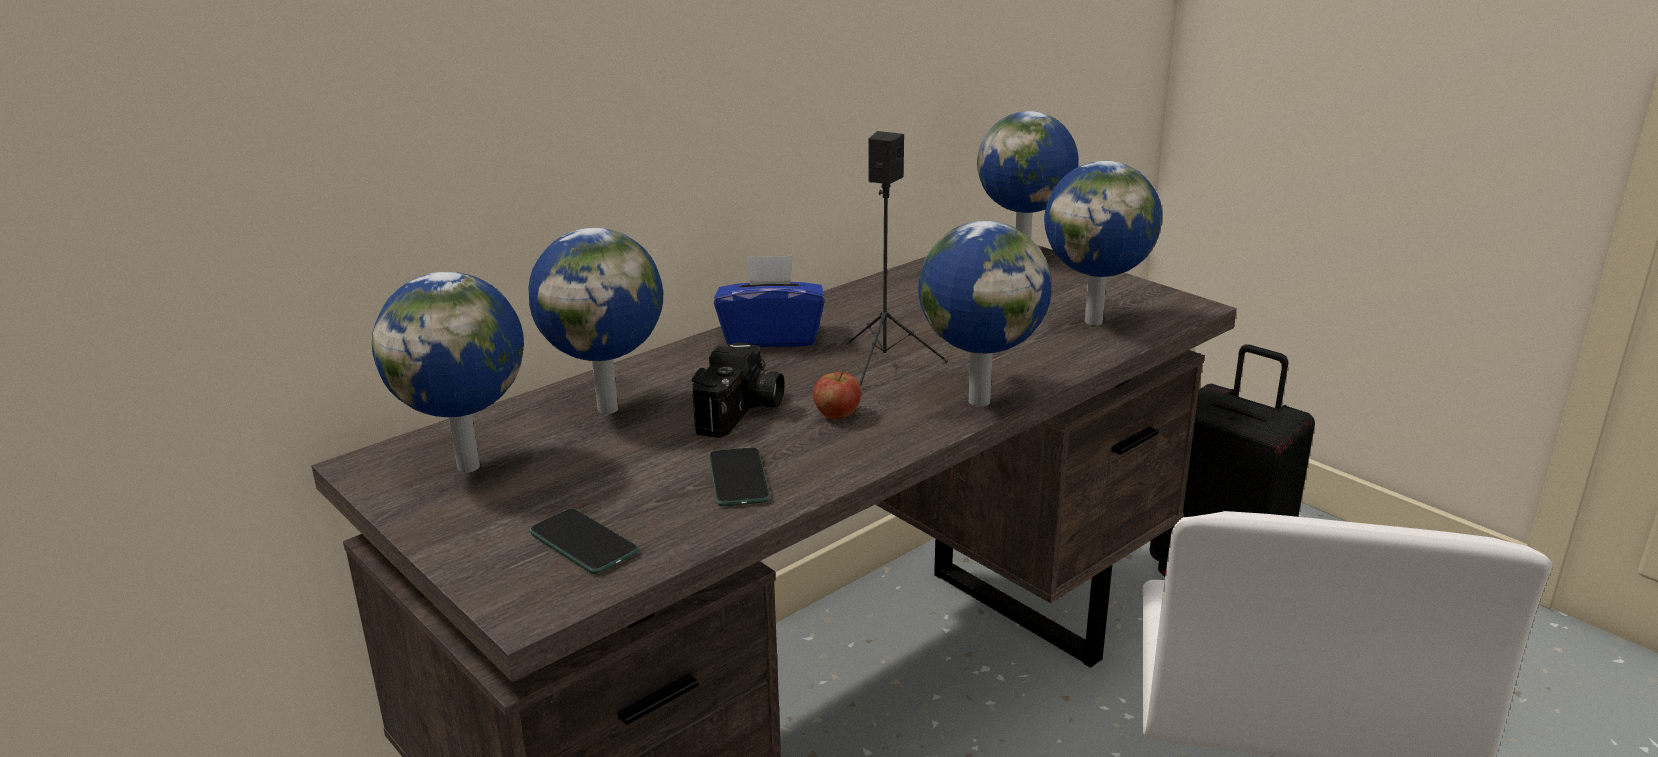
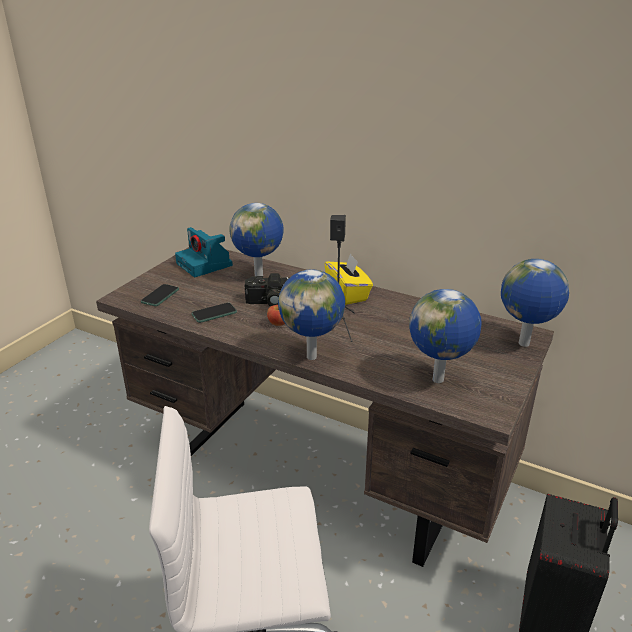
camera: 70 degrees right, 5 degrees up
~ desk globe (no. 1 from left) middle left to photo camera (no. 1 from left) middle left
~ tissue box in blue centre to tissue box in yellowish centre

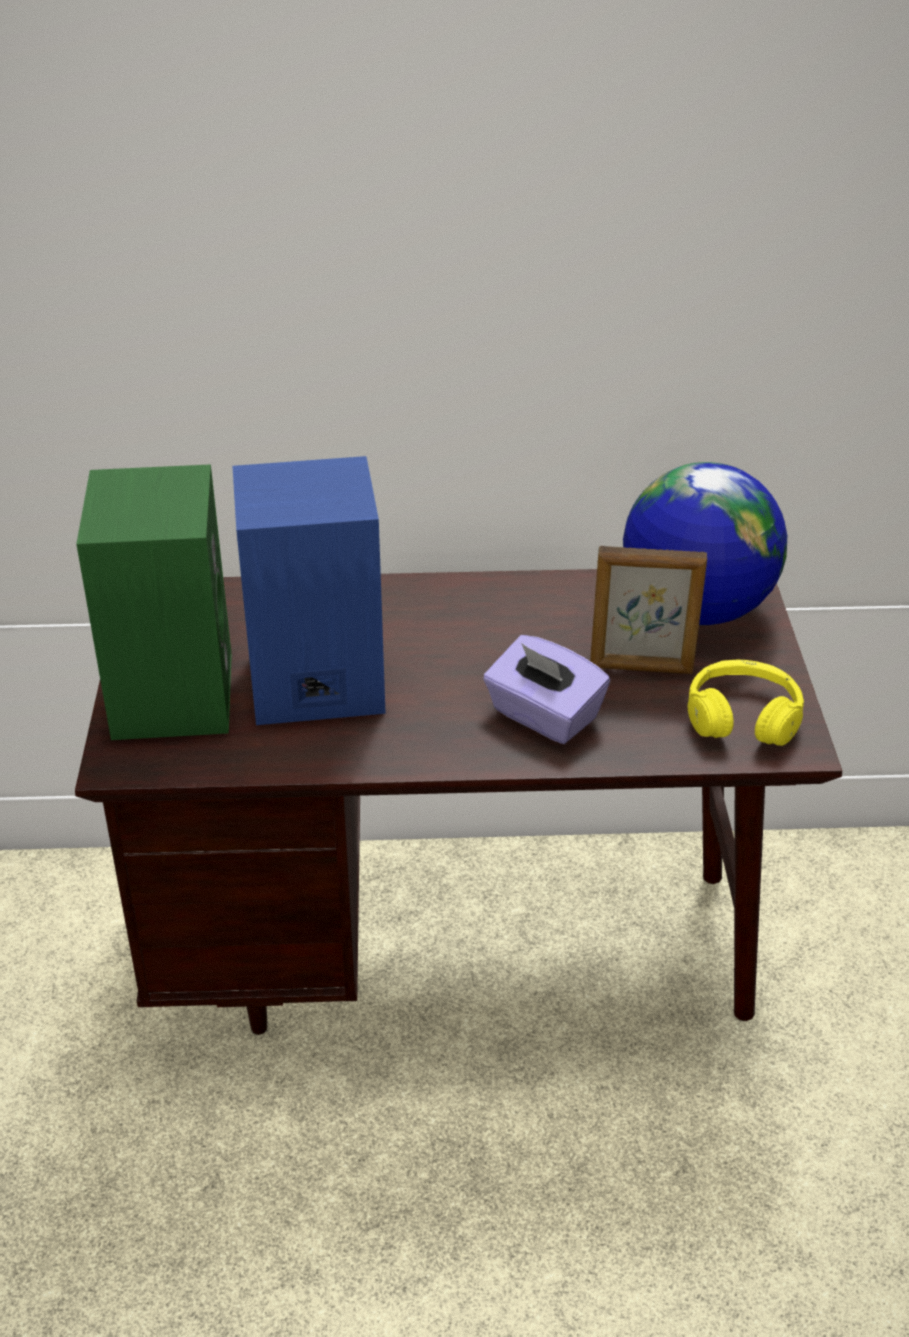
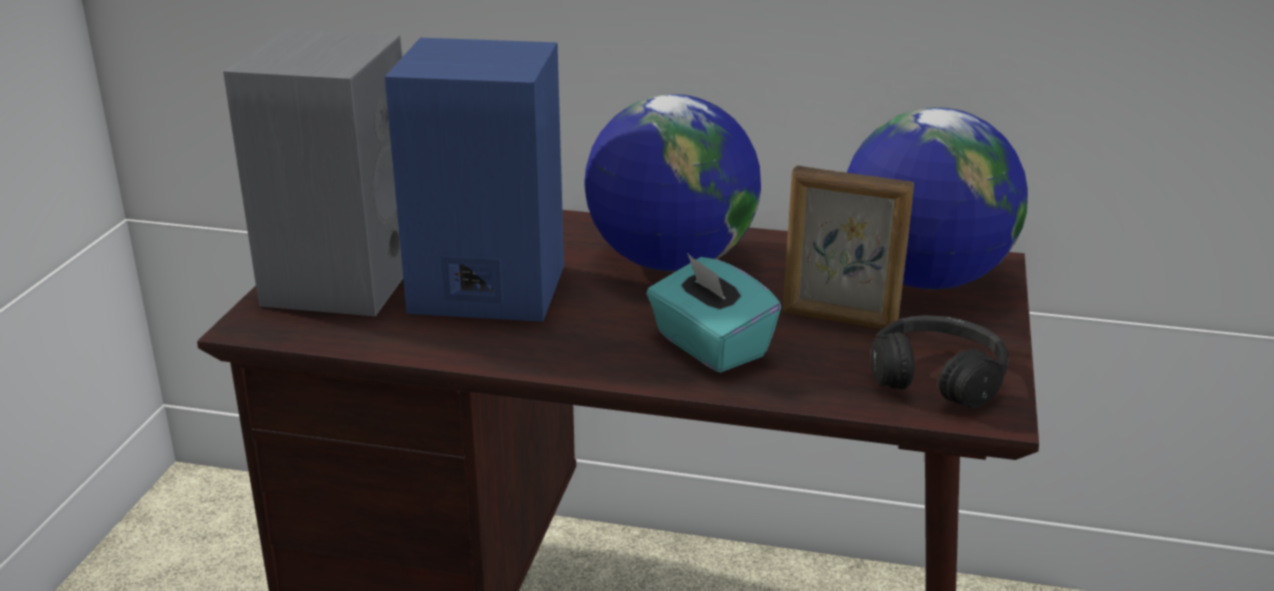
camera: 15 degrees right, 10 degrees down
~ loudspeaker in green-coloured middle left to loudspeaker in grey top left
~ tissue box in purple-coloured centre to tissue box in blue-green centre
~ headphones in yellowish middle right to headphones in black middle right
+ desk globe (no. 1 from left) top centre

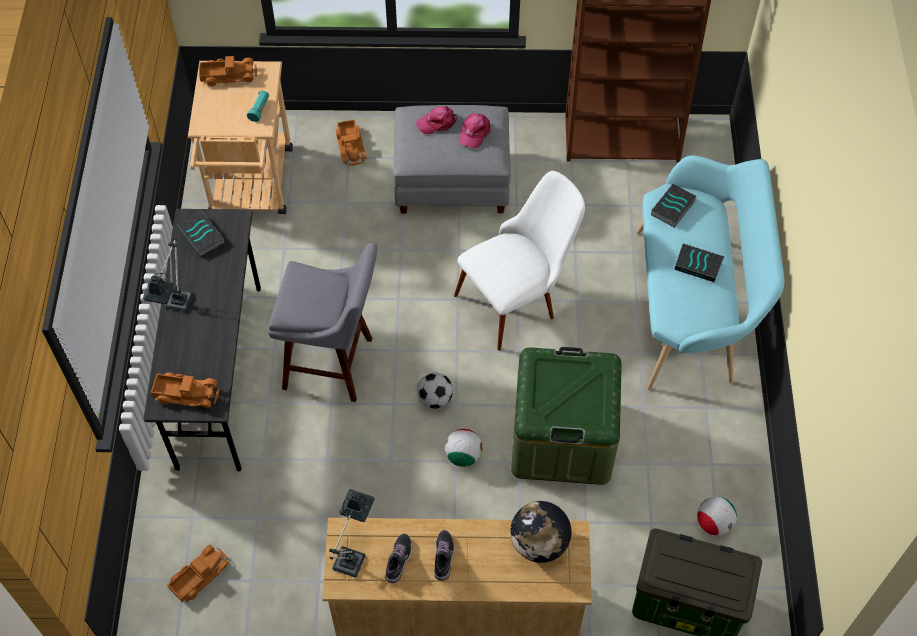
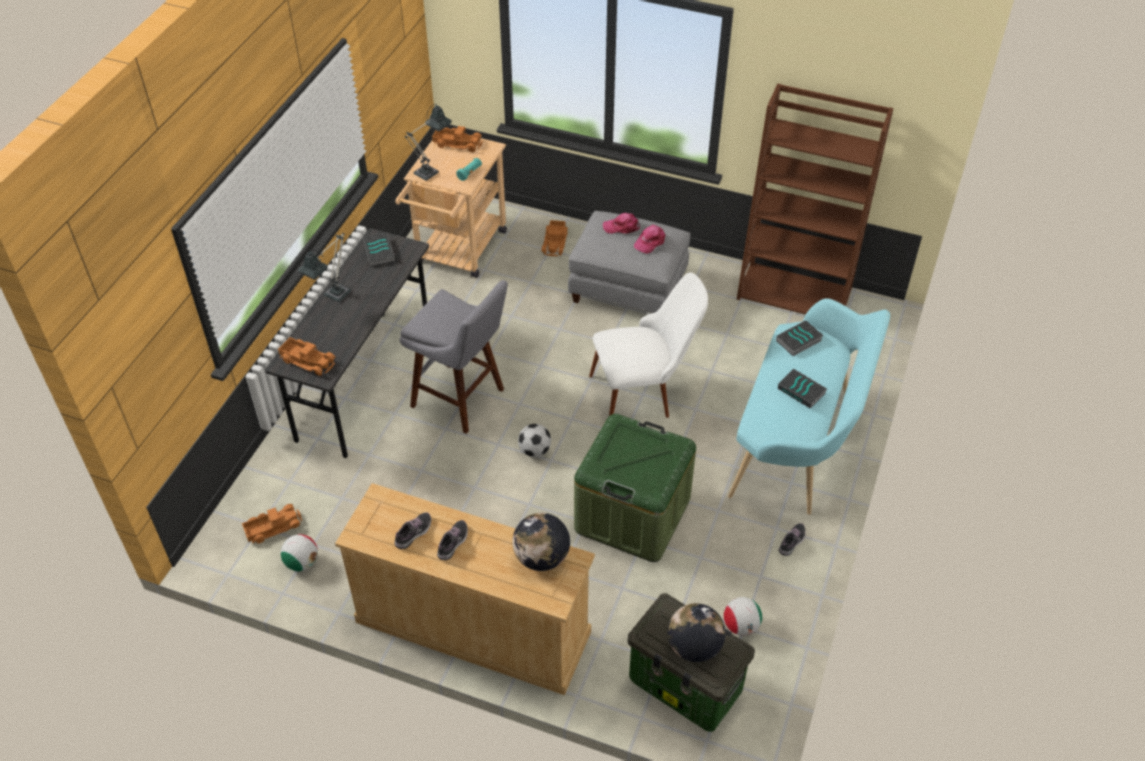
camera: 20 degrees right, 10 degrees down
~ lamp for a table (no. 2 from left) bottom centre to top centre
~ ball for football (no. 2 from left in the first image) bottom centre to ball for football (no. 1 from left) bottom left
+ desk globe (no. 2 from left) bottom centre
+ item of footwear (no. 3 from left) bottom right

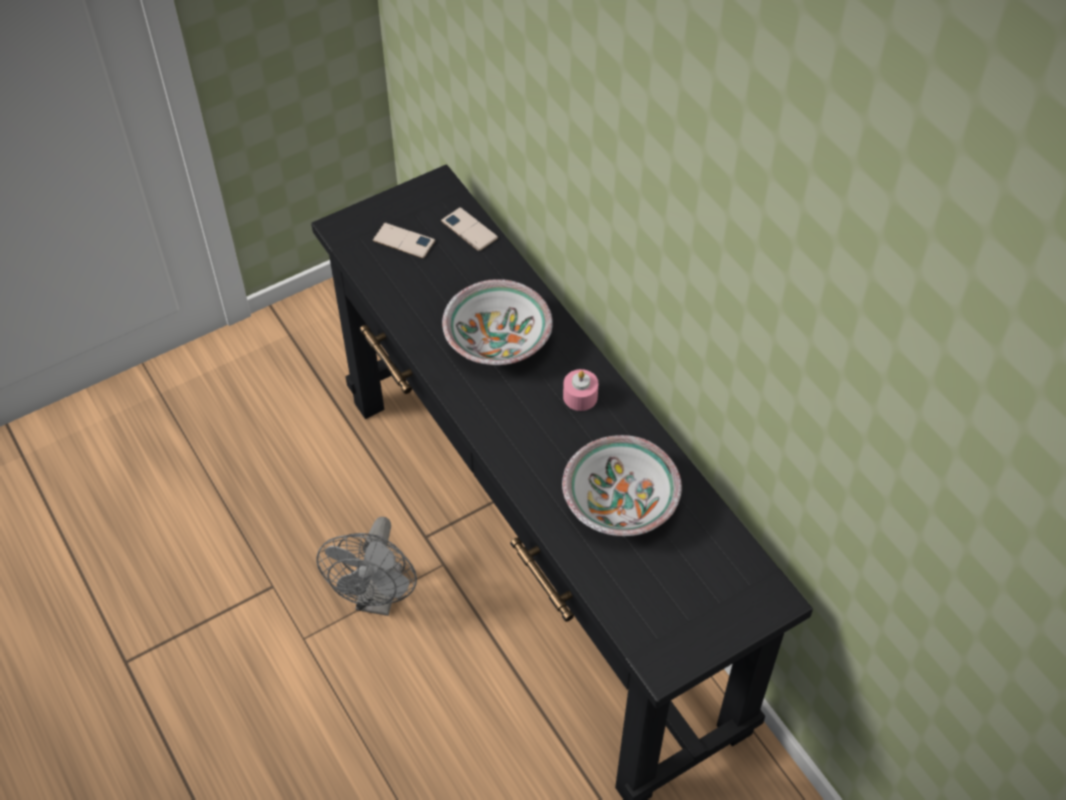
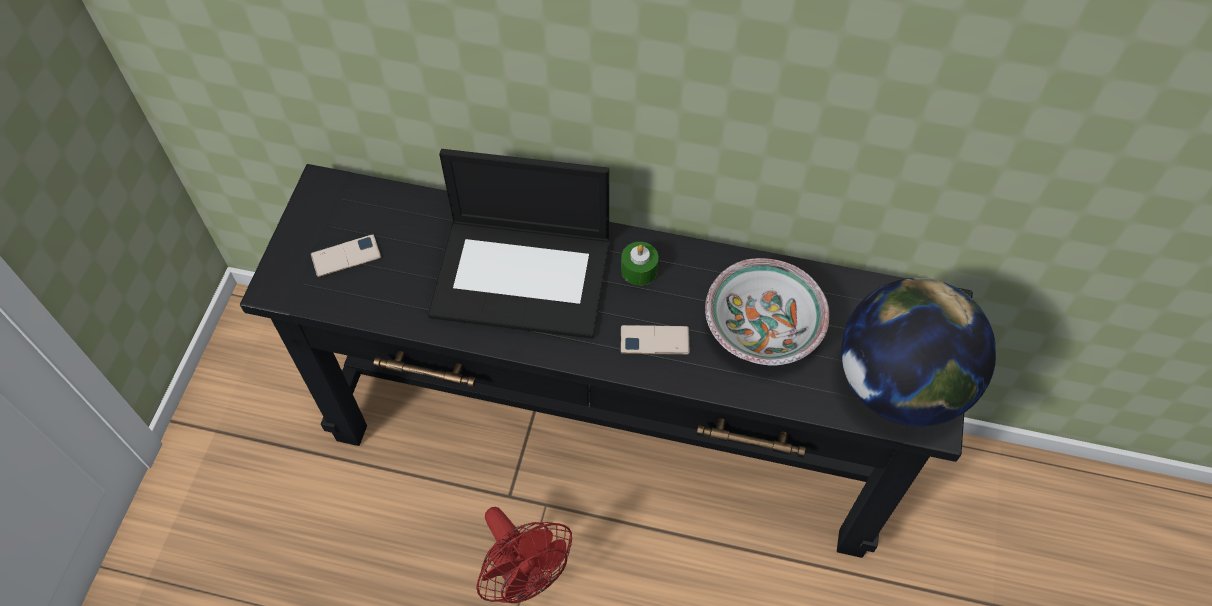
camera: 45 degrees left, 5 degrees up
~ electric fan in grey bottom centre to electric fan in red bottom centre
~ telephone (no. 2 from left) top centre to centre
~ serving bowl (no. 1 from left) centre to portable computer centre
~ wax light in pink centre to wax light in green-coloured centre
+ desk globe middle right

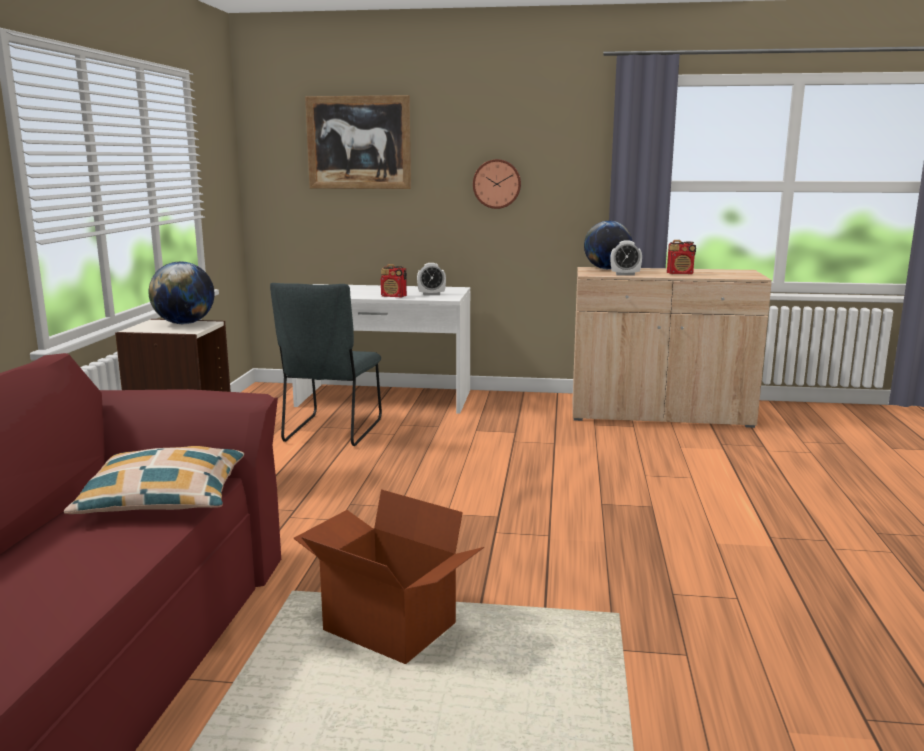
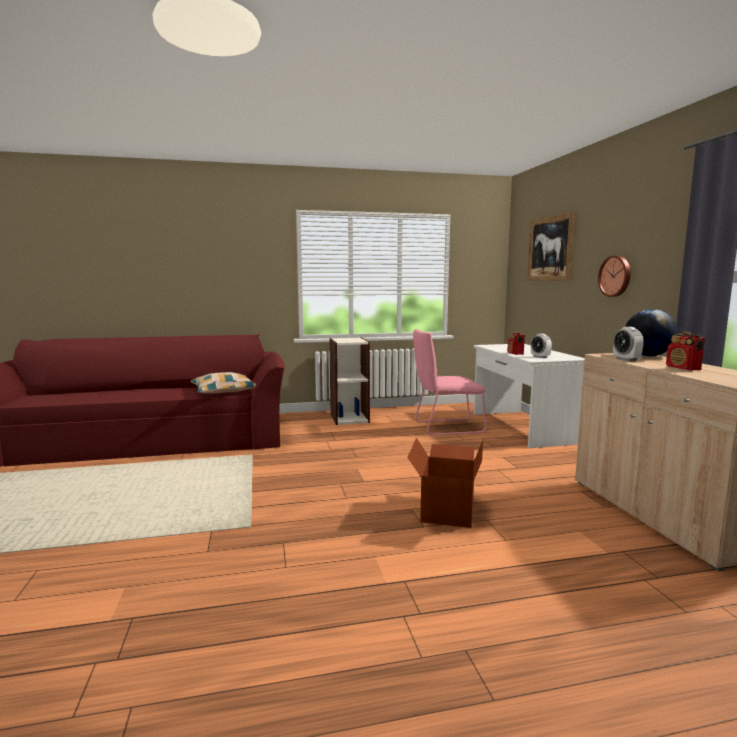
camera: 70 degrees right, 5 degrees down
- desk globe (no. 1 from left) middle left
~ plain chair in grey centre to plain chair in pink centre
~ carton bottom centre to centre

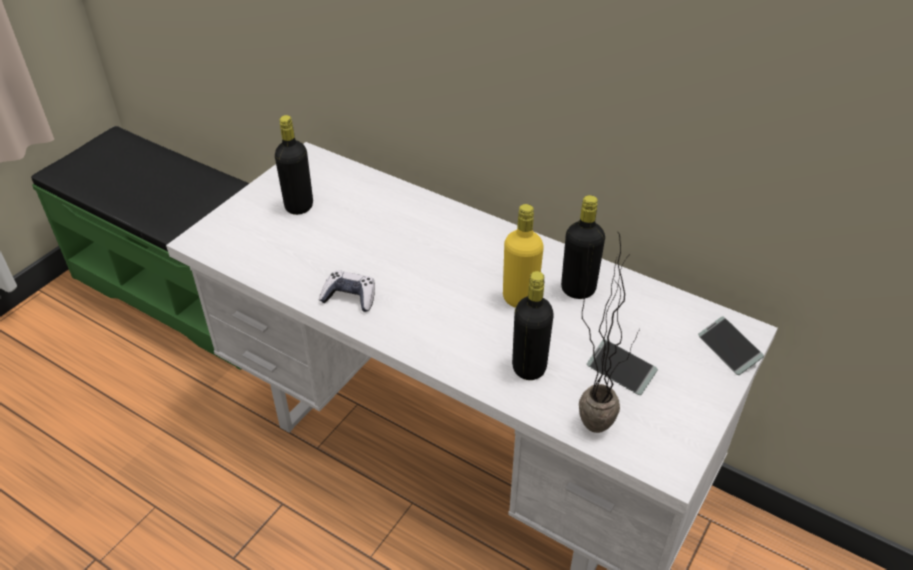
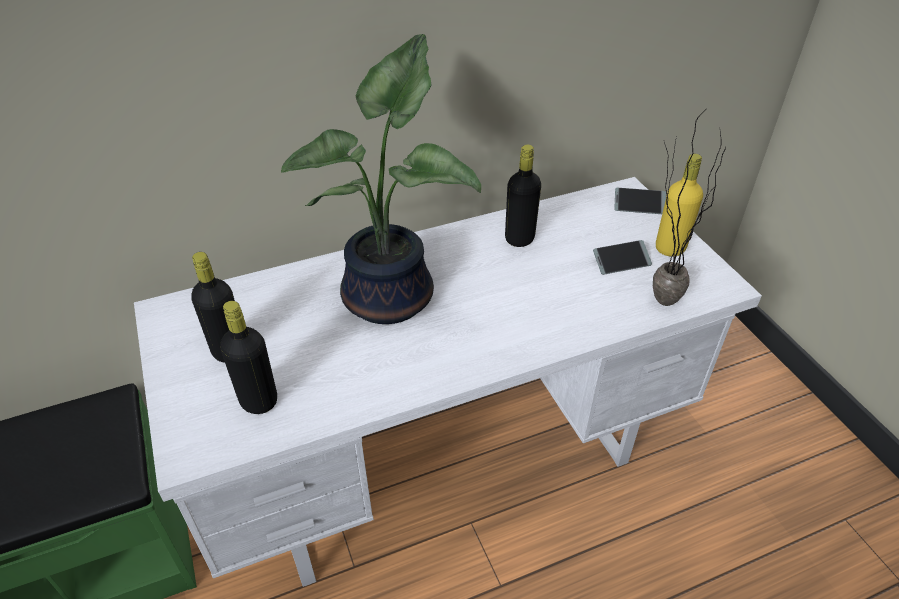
camera: 55 degrees left, 0 degrees up
- game controller centre
~ drink bottle in yellowish centre to middle right
~ drink bottle in black (no. 2 from left) centre to middle left
+ houseplant (no. 1 from left) top centre

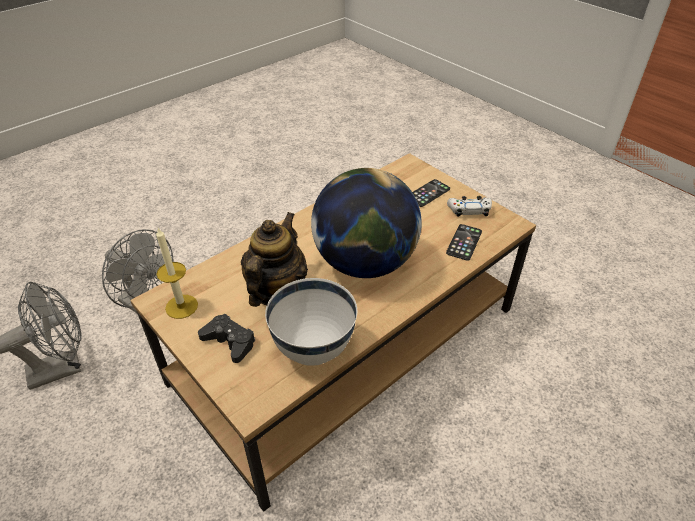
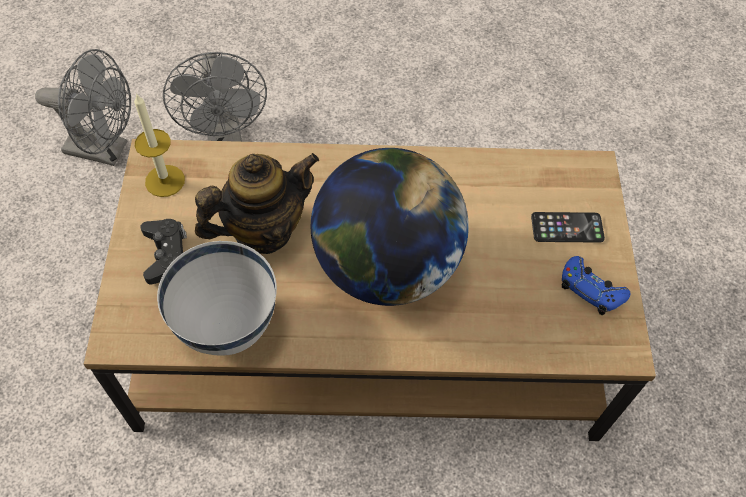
camera: 40 degrees right, 15 degrees up
- telephone (no. 2 from left) middle right
~ game controller in white middle right to game controller in blue middle right

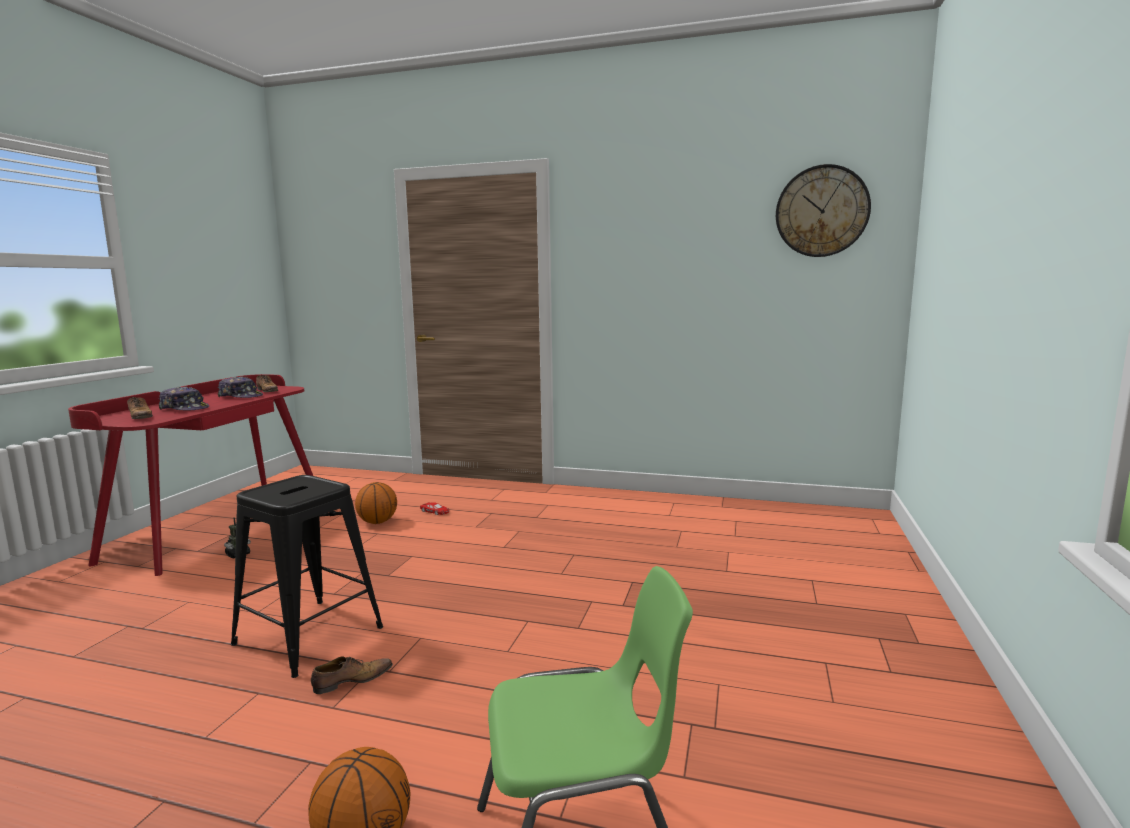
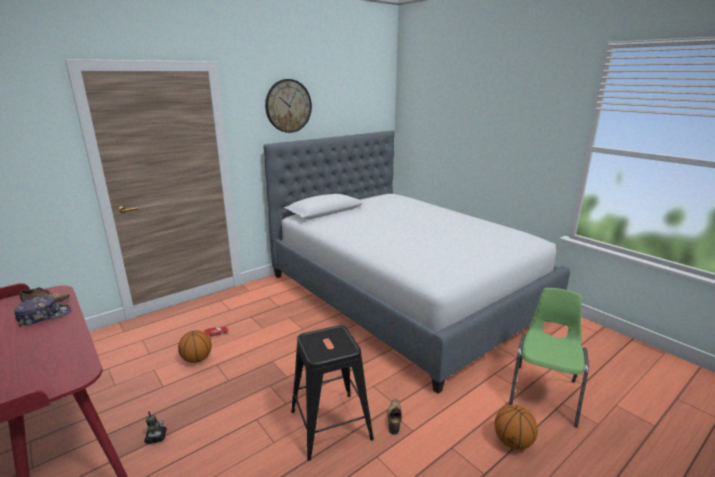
camera: 55 degrees left, 10 degrees up
- item of footwear (no. 1 from left) middle left
- cap (no. 1 from left) middle left
~ clock on the wall top right to top centre
+ bed centre

